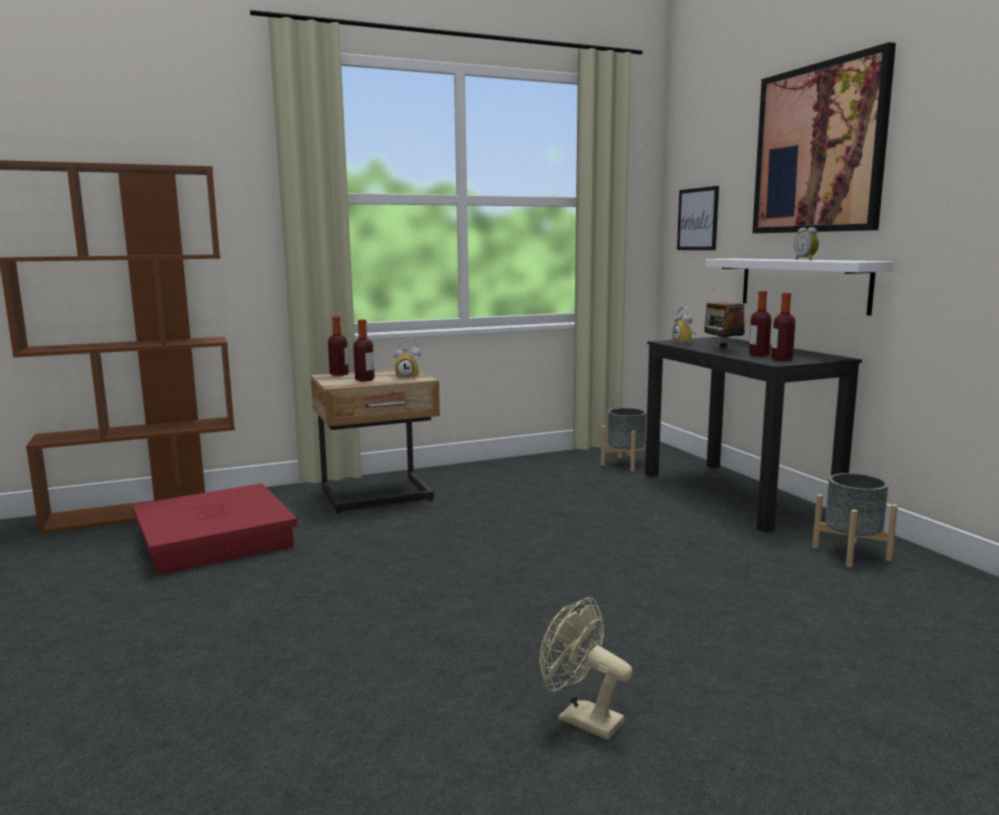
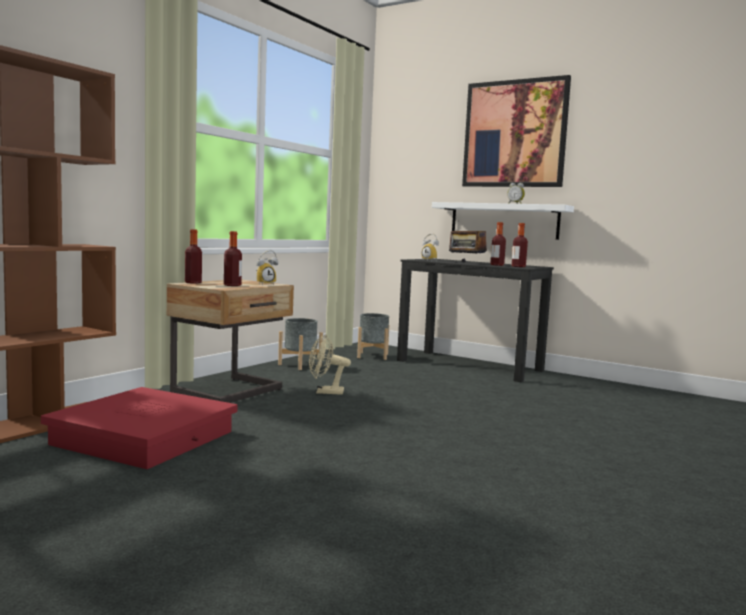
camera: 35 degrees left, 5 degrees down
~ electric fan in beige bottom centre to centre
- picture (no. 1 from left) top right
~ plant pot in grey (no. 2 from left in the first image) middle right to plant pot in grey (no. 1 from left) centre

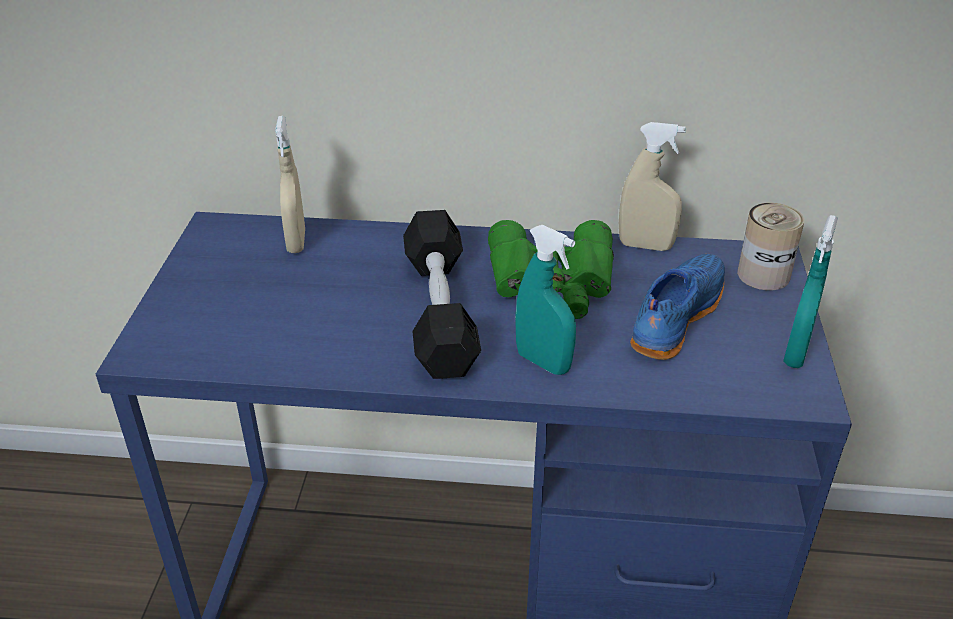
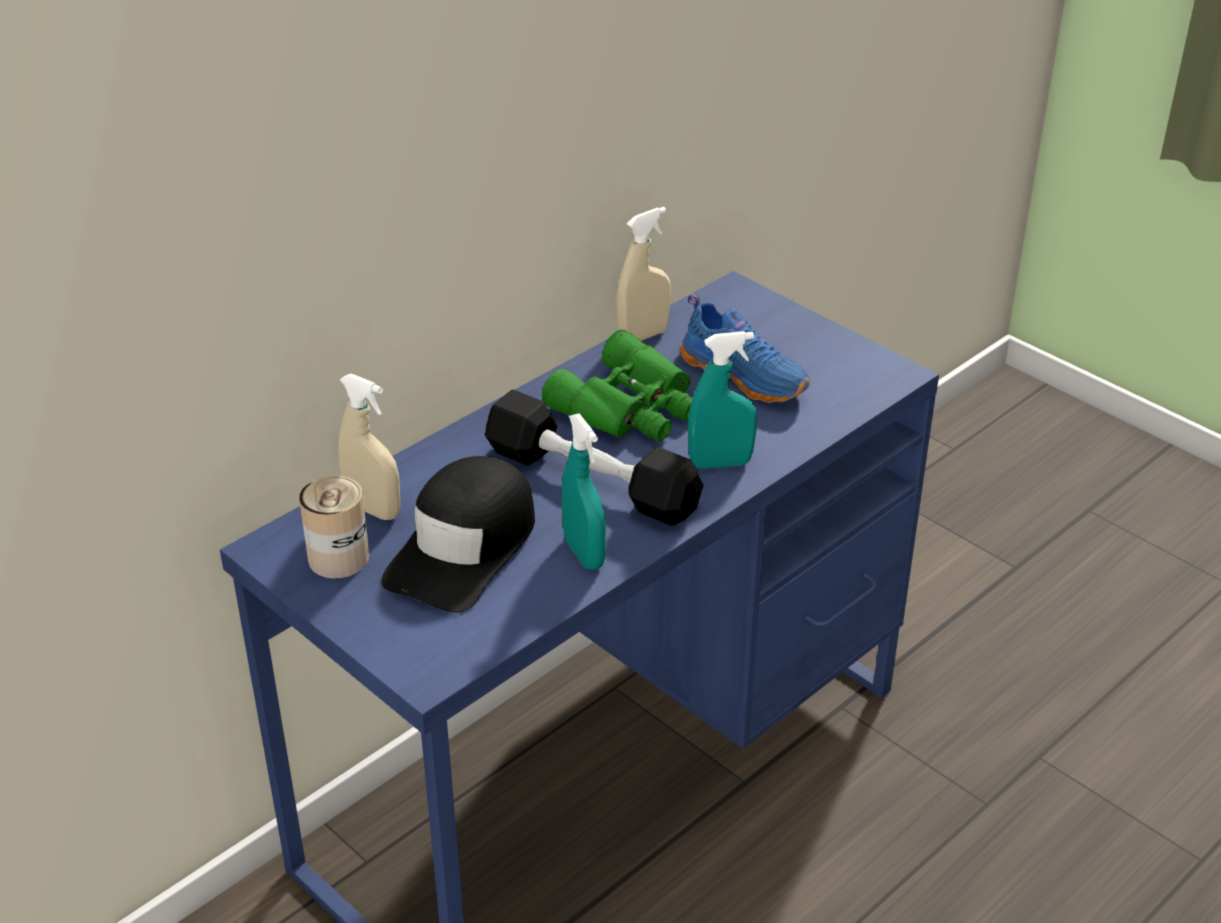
camera: 50 degrees left, 0 degrees up
~ item of footwear in blue middle right = centre 150 degrees clockwise
~ sealed can middle right to middle left
~ spray bottle in blue-green (no. 2 from left in the first image) middle right to spray bottle in blue-green (no. 1 from left) centre
+ cap in black centre

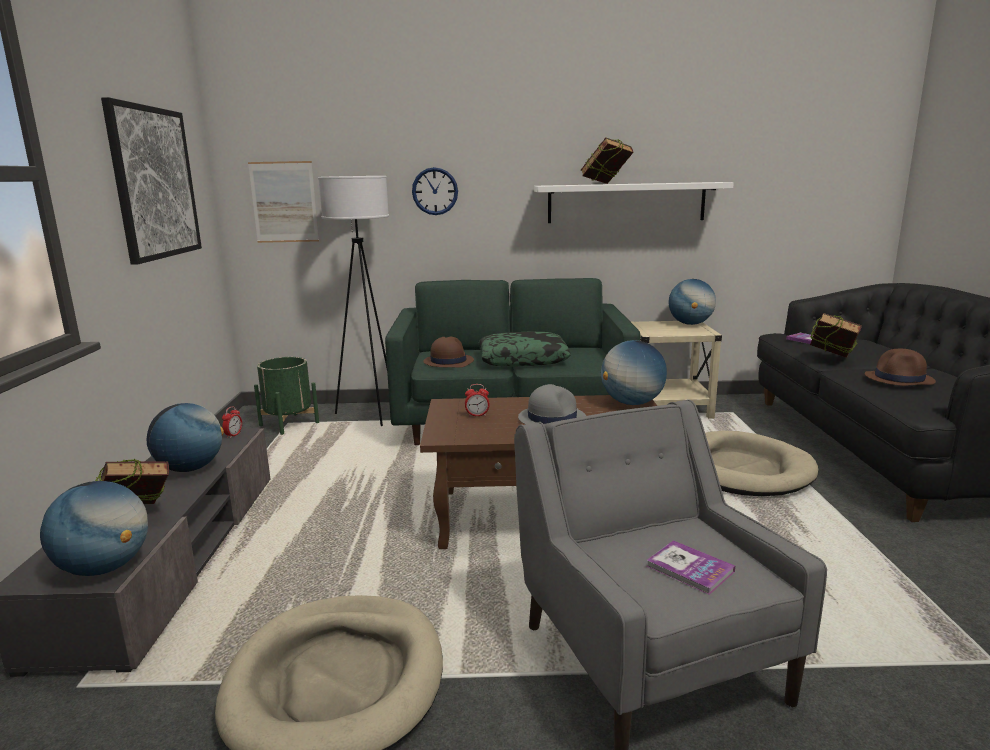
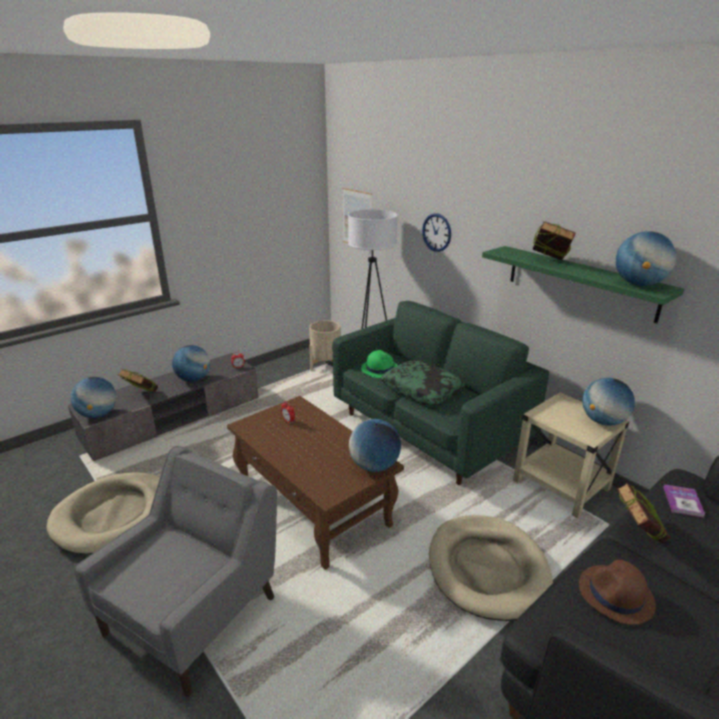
camera: 50 degrees right, 10 degrees up
- picture (no. 1 from left) top left
~ plant pot in green-coloured middle left to plant pot in beige centre
~ clothing hat in brownish (no. 1 from left) centre to clothing hat in green-coloured centre
- clothing hat in grey centre
~ shelf in white top centre to shelf in green-coloured middle right
- volume (no. 3 from left) bottom right
+ desk globe (no. 5 from left) middle right

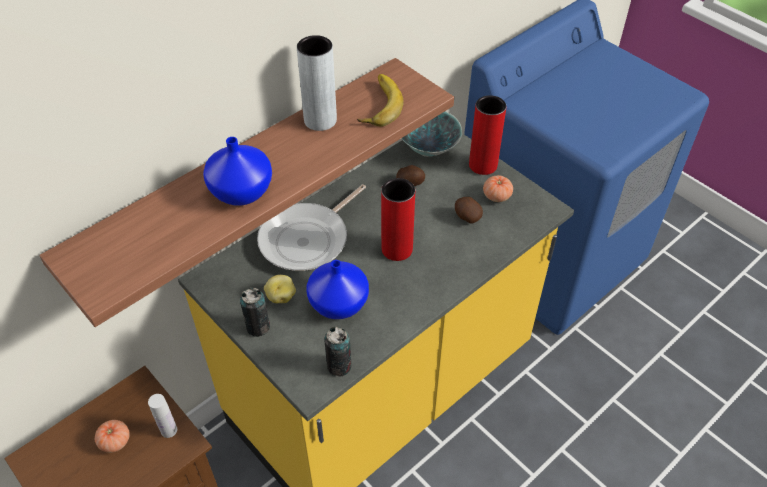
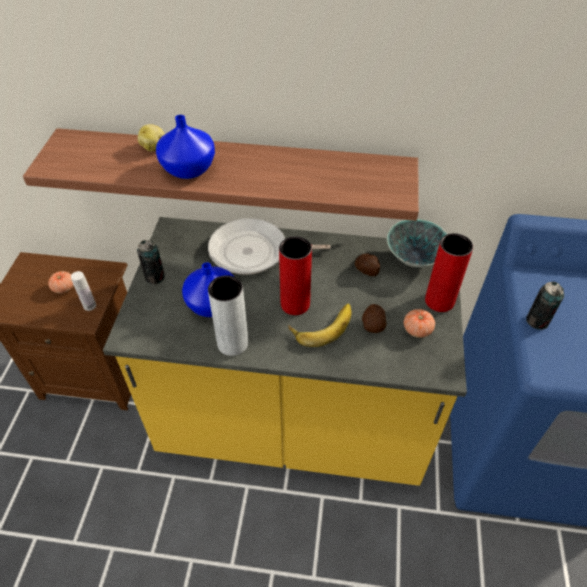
camera: 50 degrees right, 0 degrees up
~ potato (no. 1 from left) centre to top left
~ flower vase in grey top centre to centre
~ sealed can (no. 2 from left) bottom centre to middle right
~ banana top centre to centre

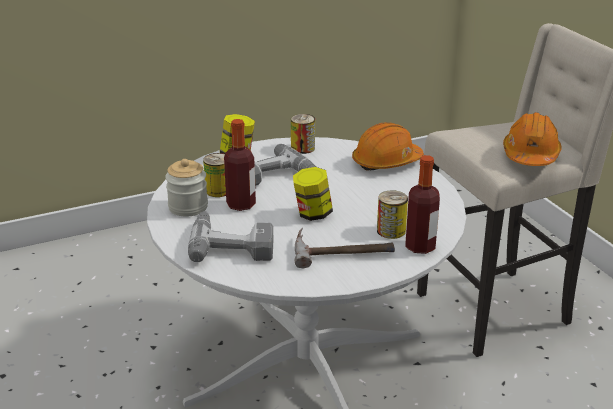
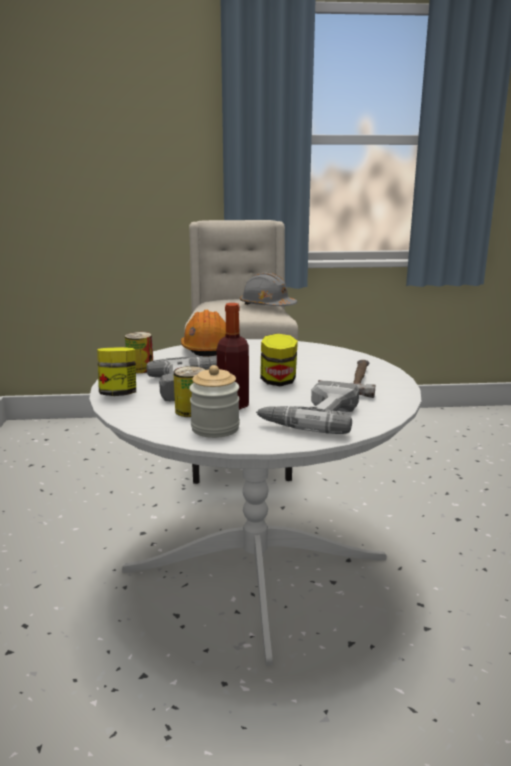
camera: 70 degrees left, 10 degrees down
- sealed can (no. 3 from left) centre
- drink bottle (no. 2 from left) middle right
~ hard hat in orangey (no. 2 from left) middle right to hard hat in grey centre

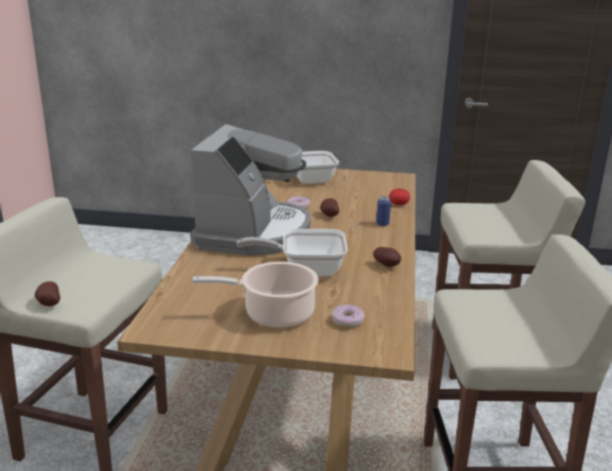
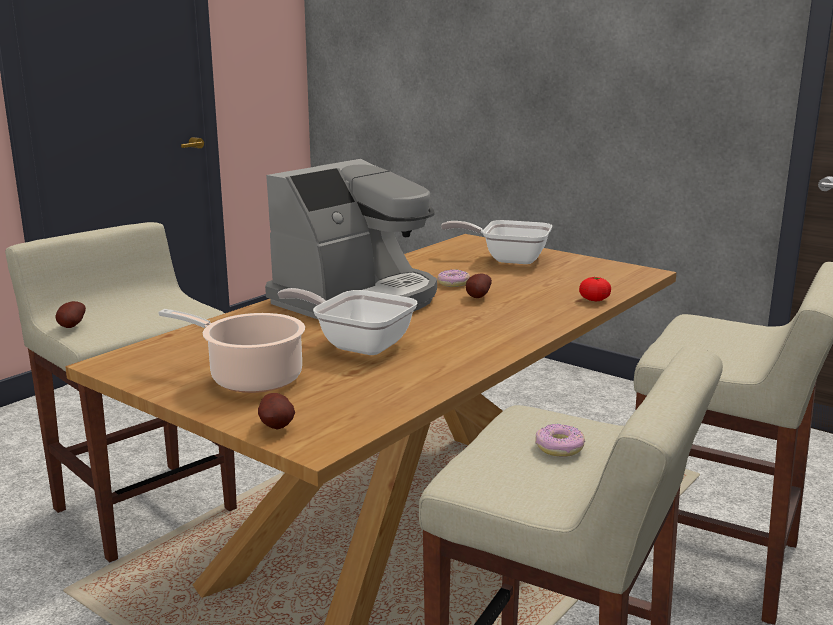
camera: 30 degrees right, 5 degrees down
~ doughnut (no. 2 from left) bottom centre to bottom right
~ potato (no. 3 from left in the first image) centre to potato (no. 2 from left) middle left
- sealed can centre

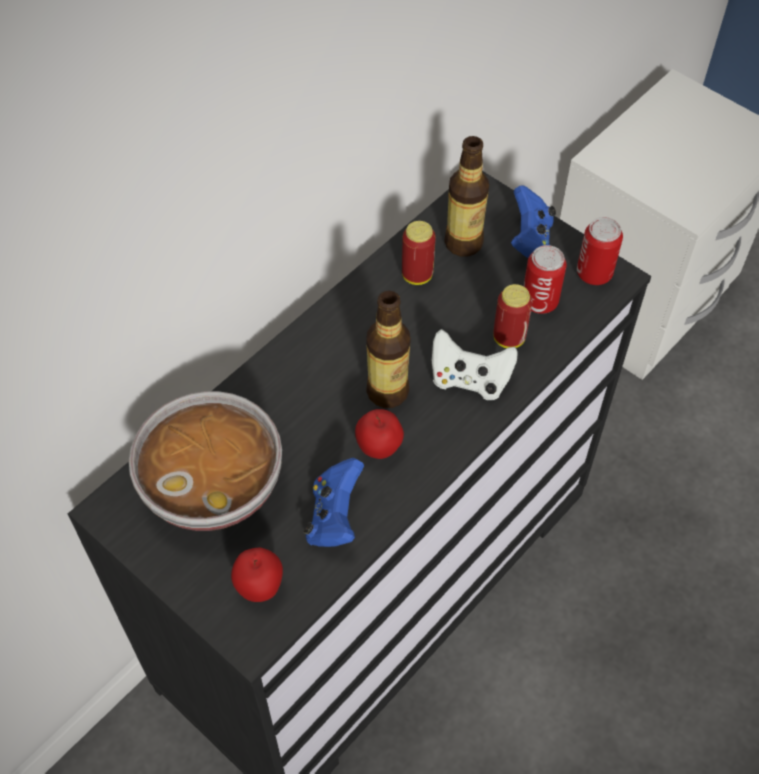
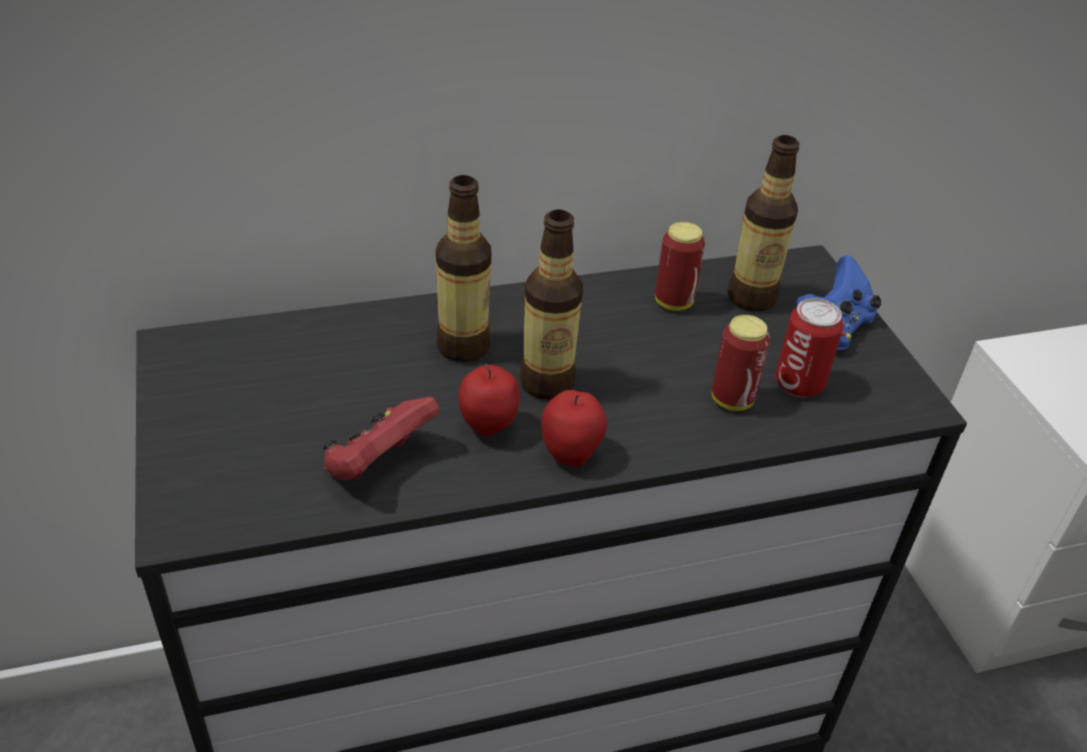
camera: 30 degrees right, 15 degrees down
- serving bowl middle left
~ whole apple (no. 1 from left in the first image) bottom centre to whole apple (no. 2 from left) centre
~ game controller in blue (no. 1 from left) centre to game controller in red centre
- game controller in white centre
- sealed can (no. 4 from left) top right
+ drink bottle (no. 1 from left) centre

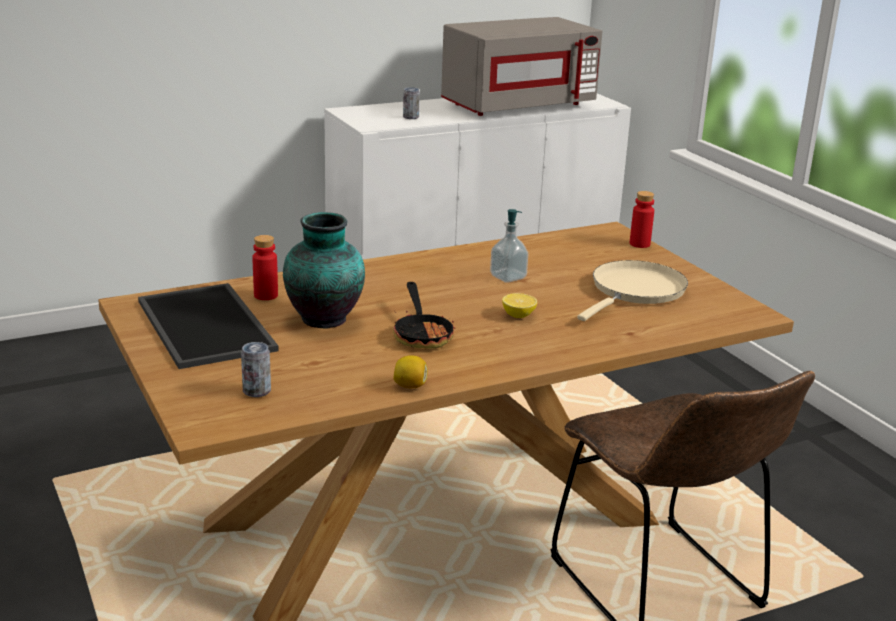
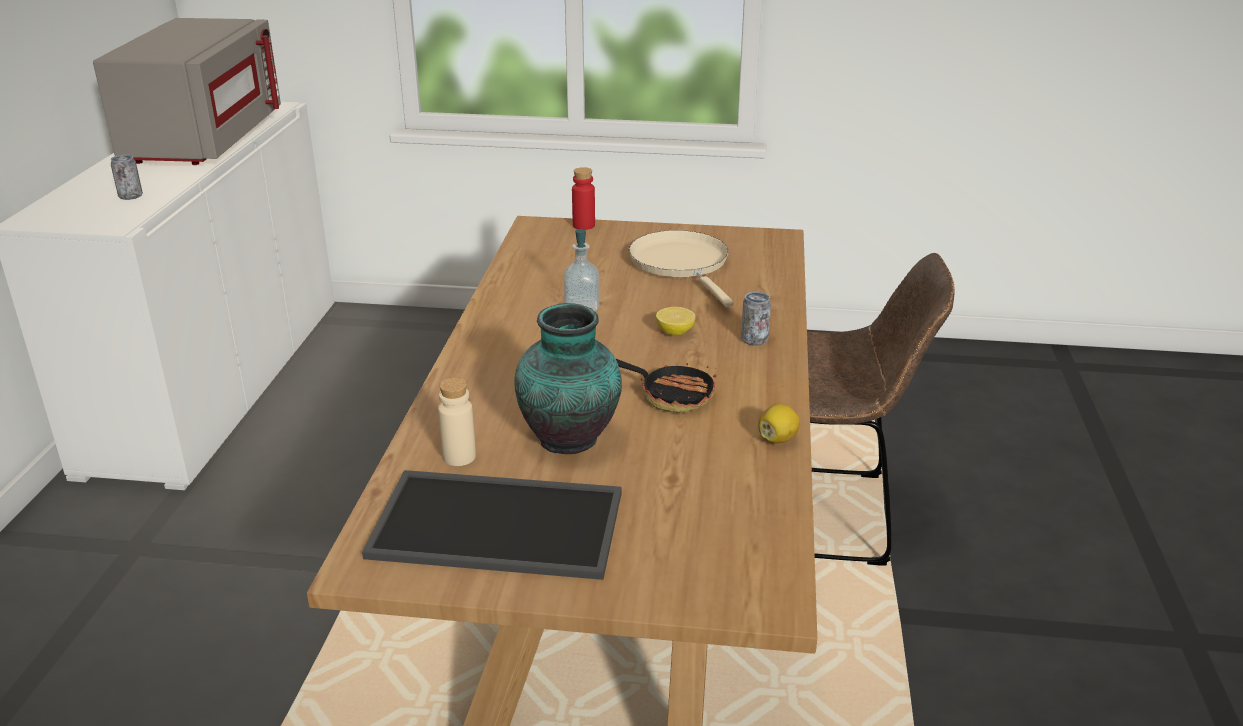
camera: 55 degrees left, 5 degrees up
~ sealed can (no. 1 from left in the first image) middle left to sealed can (no. 2 from left) centre
~ drink bottle in red (no. 1 from left) middle left to drink bottle in beige centre

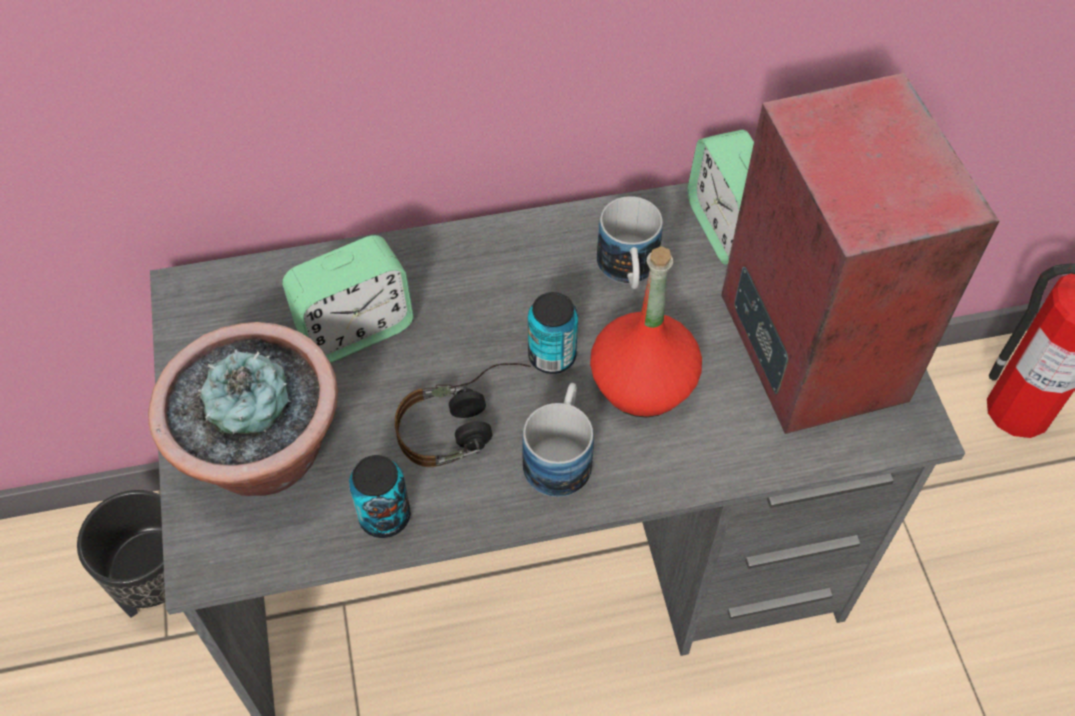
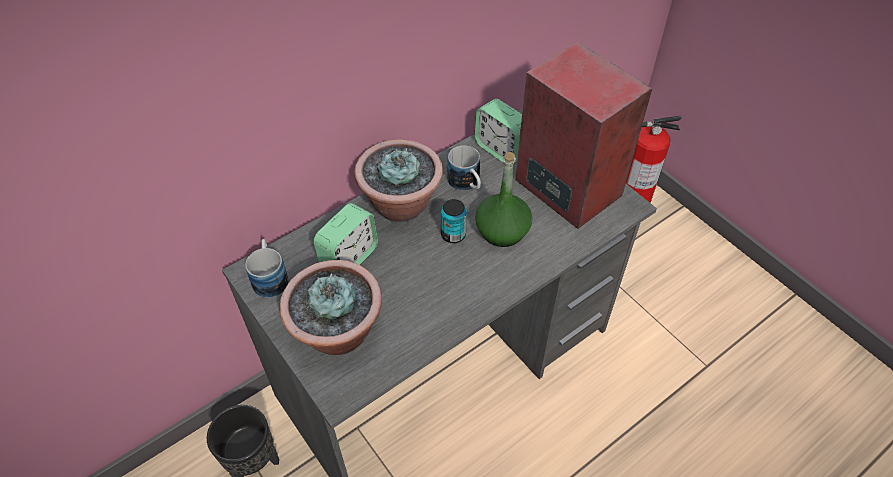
camera: 25 degrees left, 5 degrees down
- sealed can (no. 1 from left) bottom centre
- headphones centre
~ coffee mug (no. 1 from left) centre to middle left
~ drink bottle in red centre to drink bottle in green-coloured centre
+ houseplant (no. 2 from left) centre

